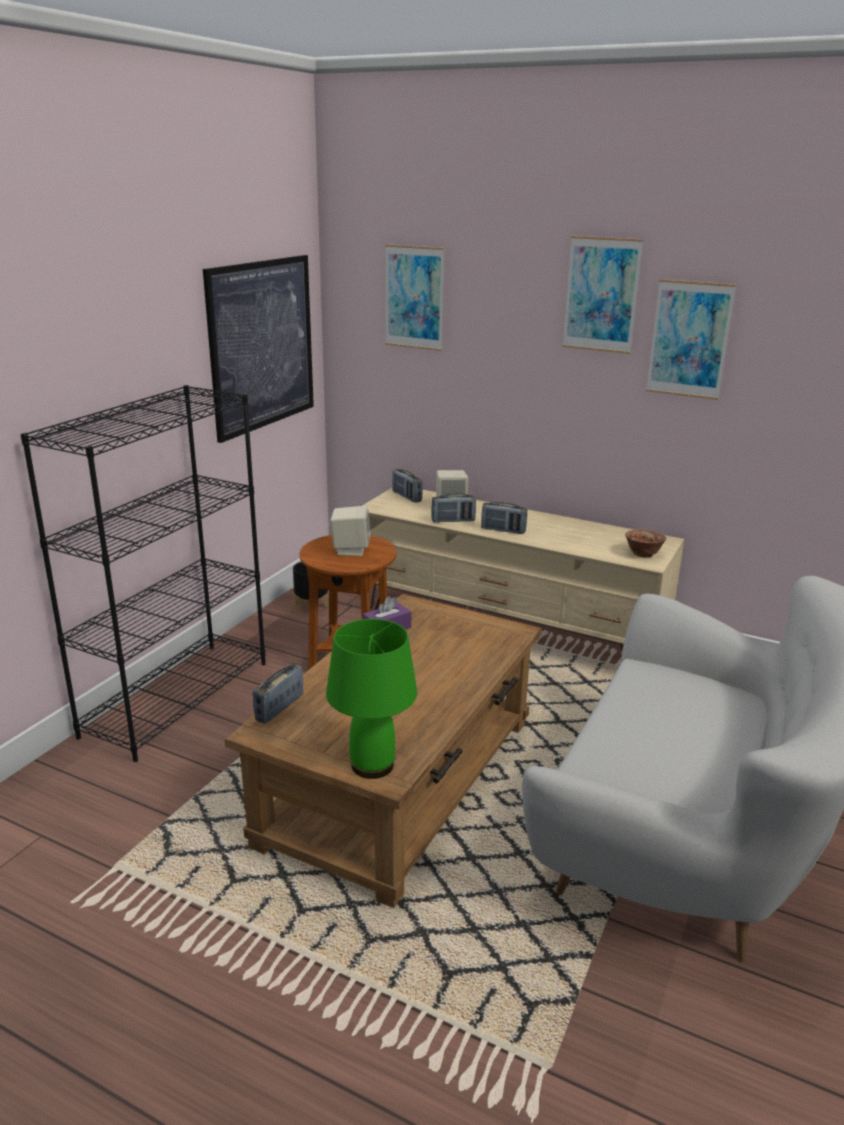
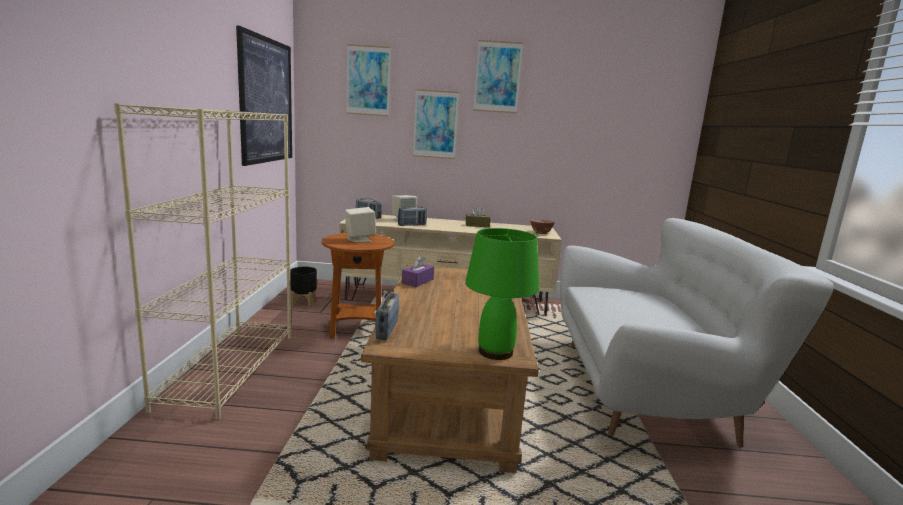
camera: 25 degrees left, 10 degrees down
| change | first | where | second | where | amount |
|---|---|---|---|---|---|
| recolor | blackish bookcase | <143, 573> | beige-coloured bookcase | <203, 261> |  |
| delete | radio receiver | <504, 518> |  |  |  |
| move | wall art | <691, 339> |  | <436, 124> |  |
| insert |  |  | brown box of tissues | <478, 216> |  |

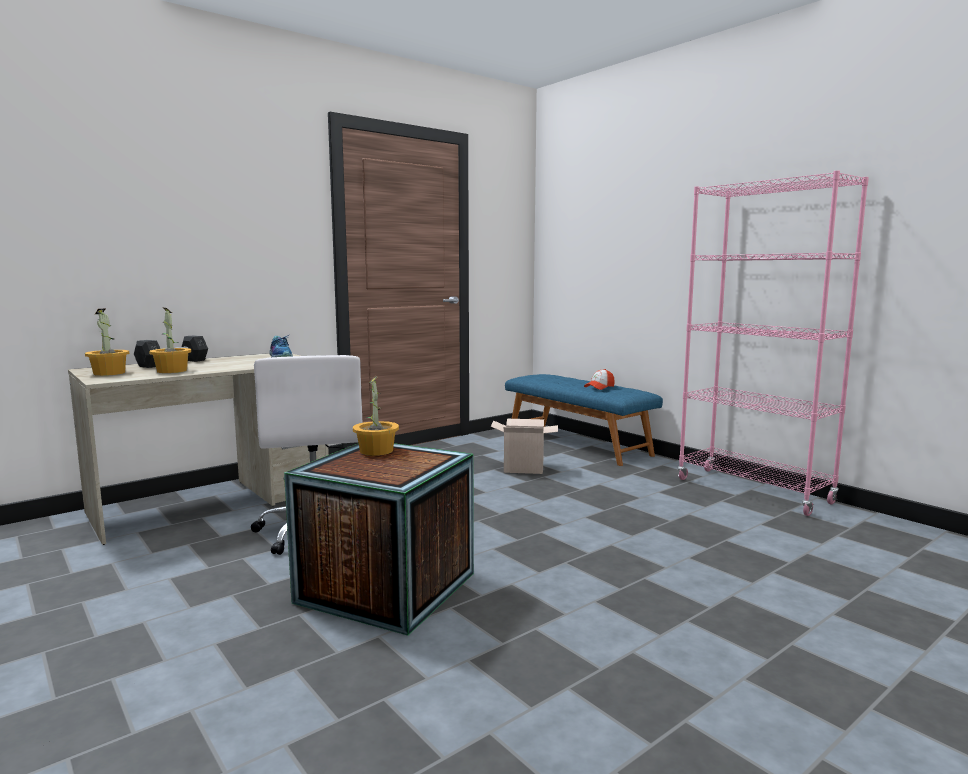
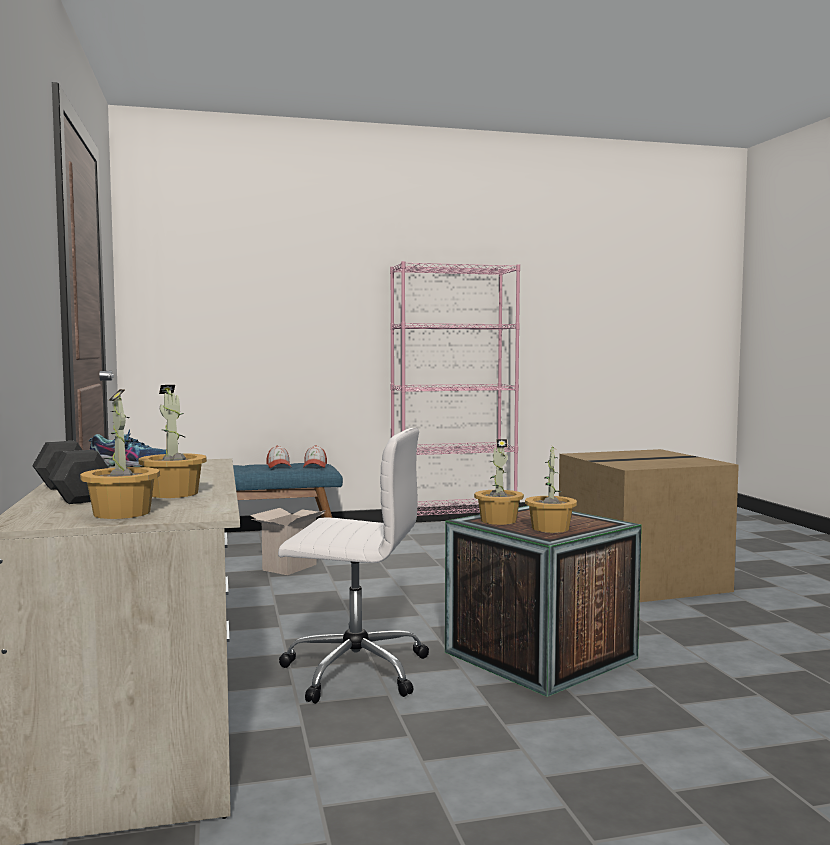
camera: 65 degrees left, 5 degrees down
| change | first | where | second | where | amount |
|---|---|---|---|---|---|
| insert |  |  | cap | <315, 456> |  |
| insert |  |  | potted plant | <551, 490> |  |
| insert |  |  | packing box | <649, 525> |  |

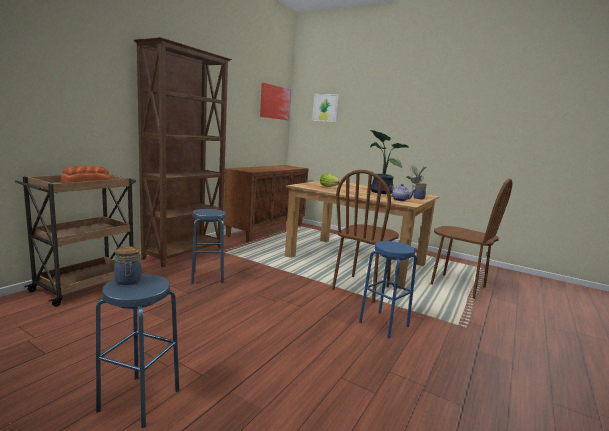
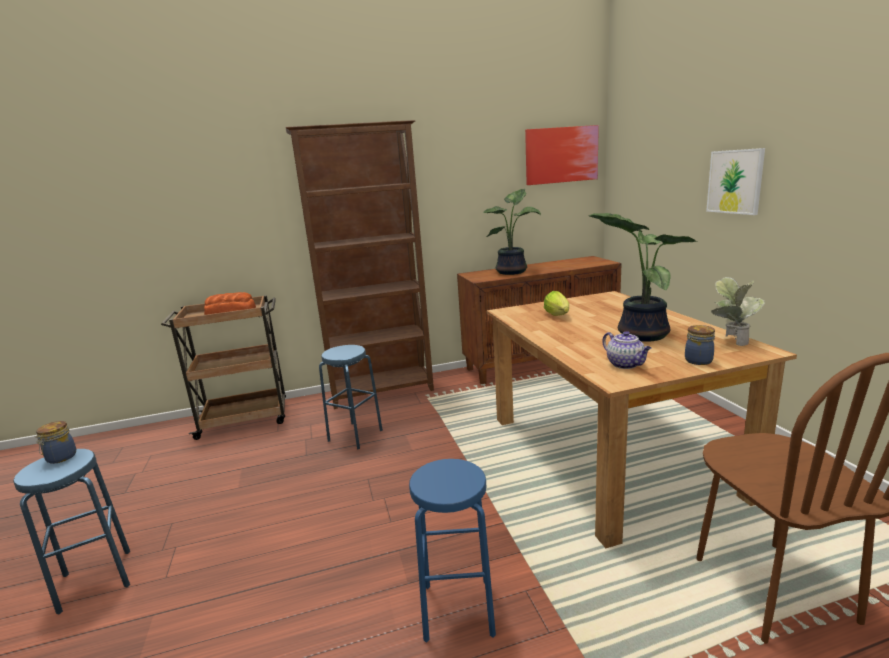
camera: 45 degrees right, 5 degrees up
| change | first | where | second | where | amount |
|---|---|---|---|---|---|
| move | wall art | <325, 108> |  | <735, 181> |  |
| delete | brown chair | <365, 236> |  |  |  |
| insert |  |  | potted plant | <512, 232> |  |

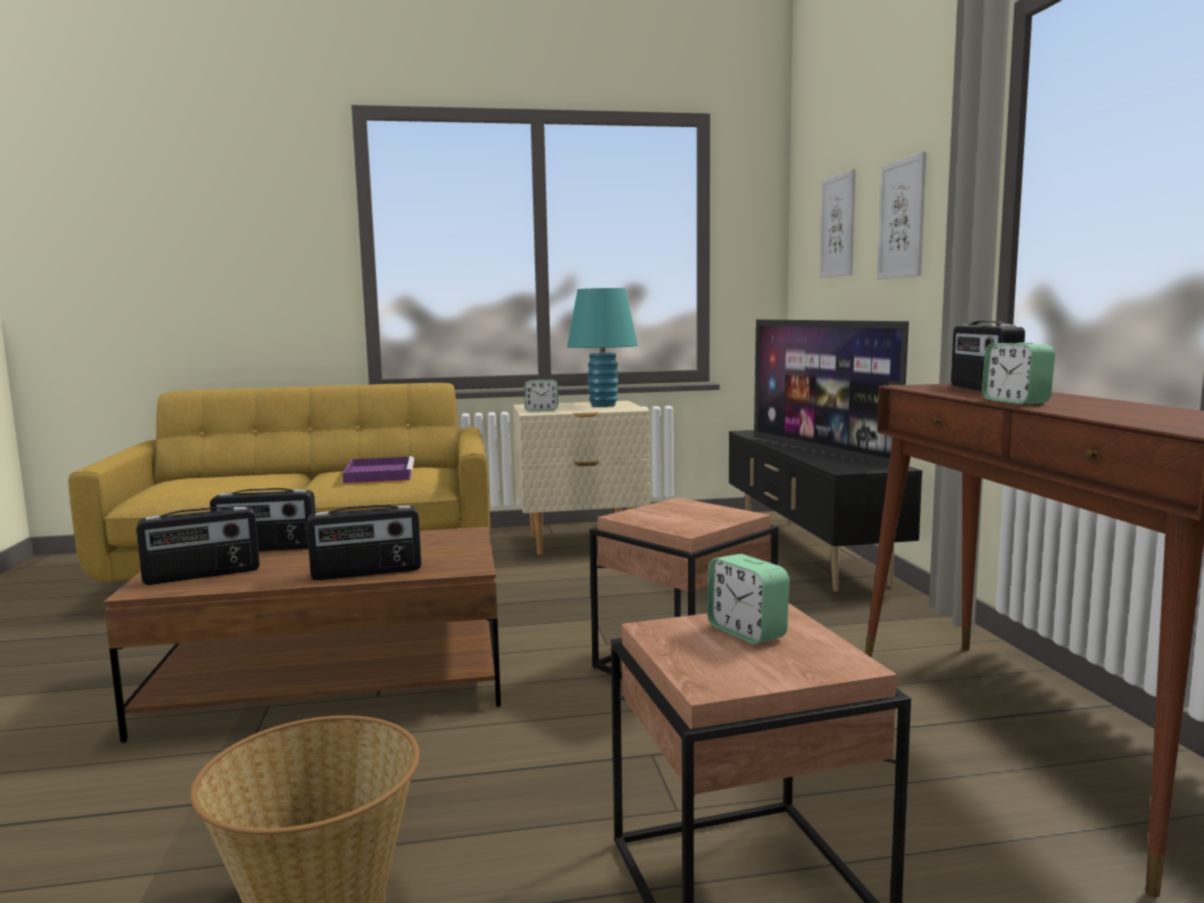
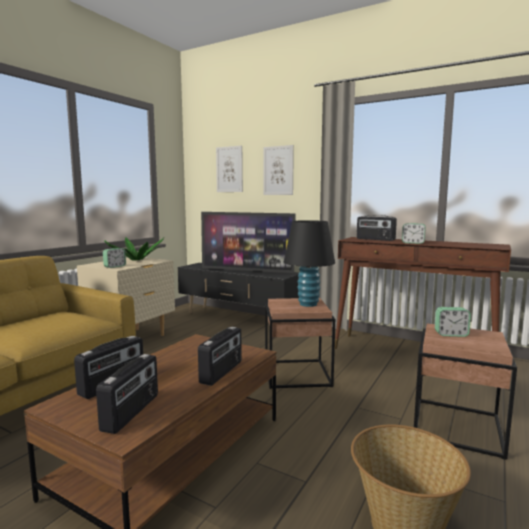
camera: 50 degrees left, 0 degrees up
| change | first | where | second | where | amount |
|---|---|---|---|---|---|
| delete | purplish carrying tray | <378, 470> |  |  |  |
| replace | blue-green table lamp | <602, 347> | potted plant | <134, 249> |  |
| insert |  |  | blackish table lamp | <309, 263> |  |

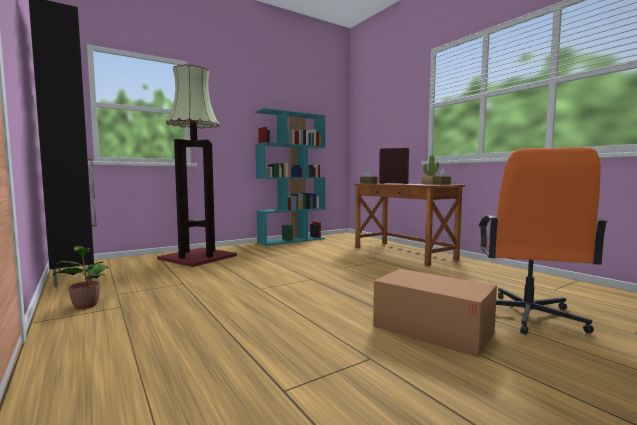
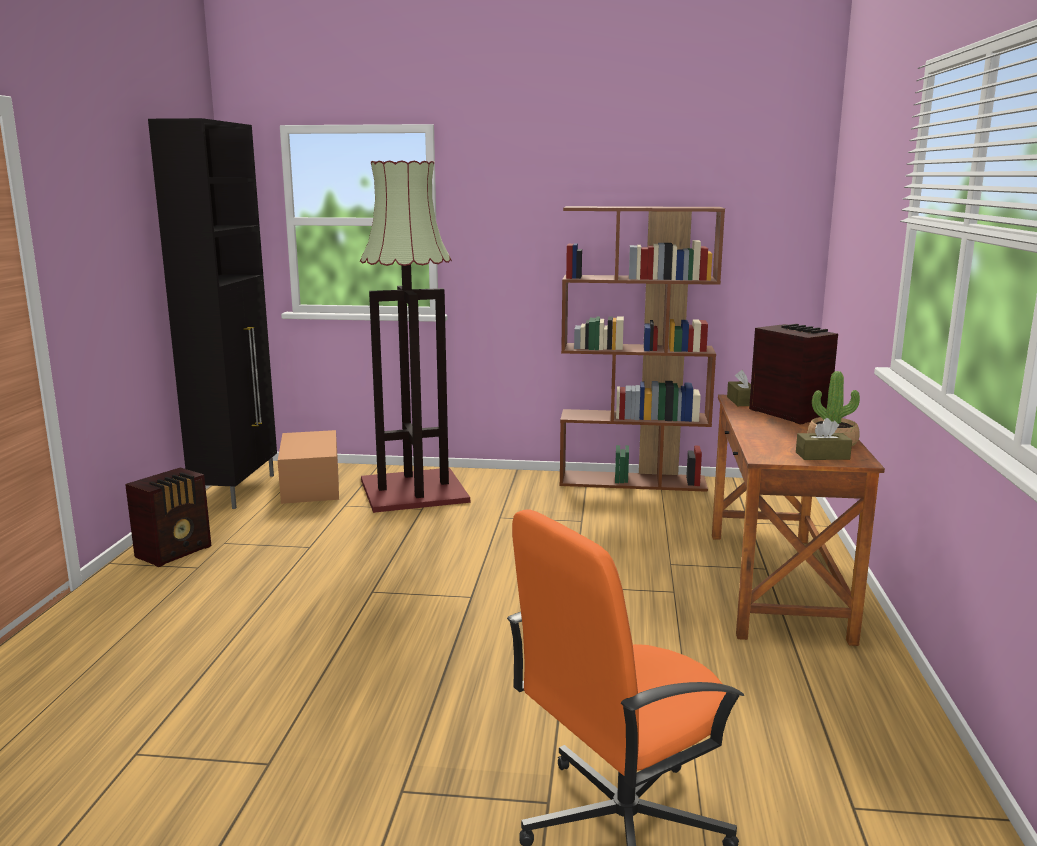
camera: 40 degrees right, 10 degrees up
| change | first | where | second | where | amount |
|---|---|---|---|---|---|
| replace | potted plant | <80, 277> | radio receiver | <168, 517> |  |
| recolor | blue-green bookcase | <290, 177> | brown bookcase | <642, 349> |  |
| move | packing box | <435, 313> |  | <308, 467> |  |

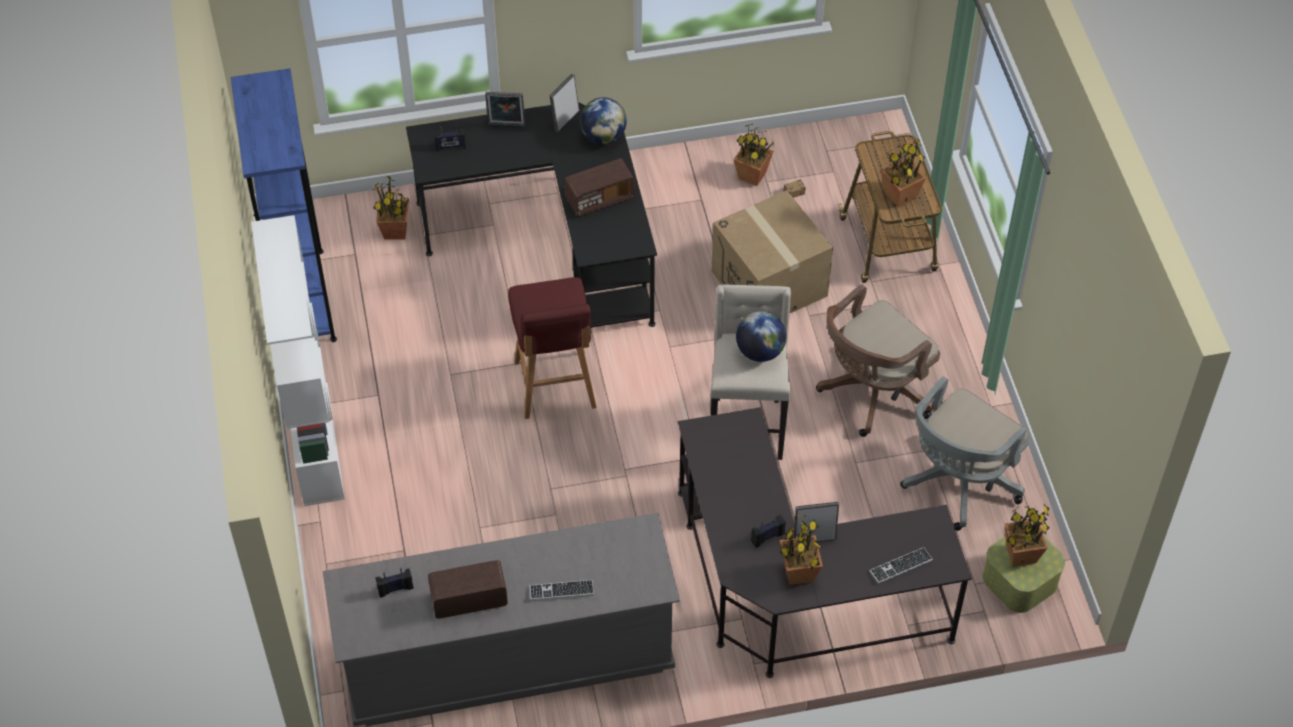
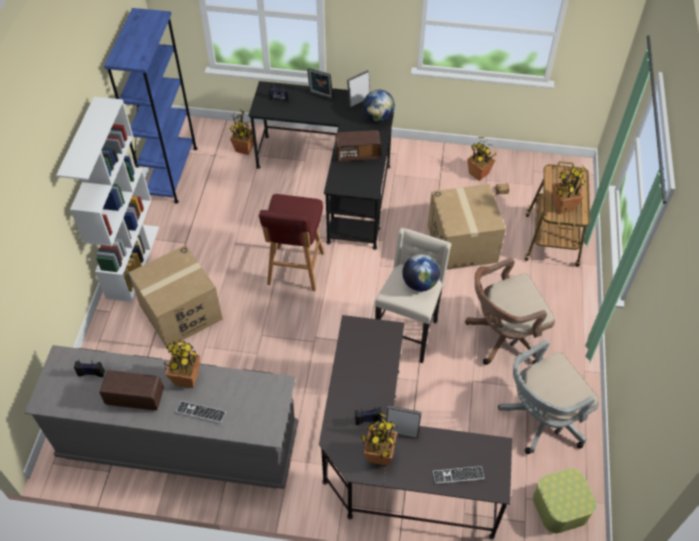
camera: 20 degrees right, 0 degrees up
| change | first | where | second | where | amount |
|---|---|---|---|---|---|
| move | potted plant | <1027, 535> |  | <182, 364> |  |
| insert |  |  | packing box | <175, 296> |  |

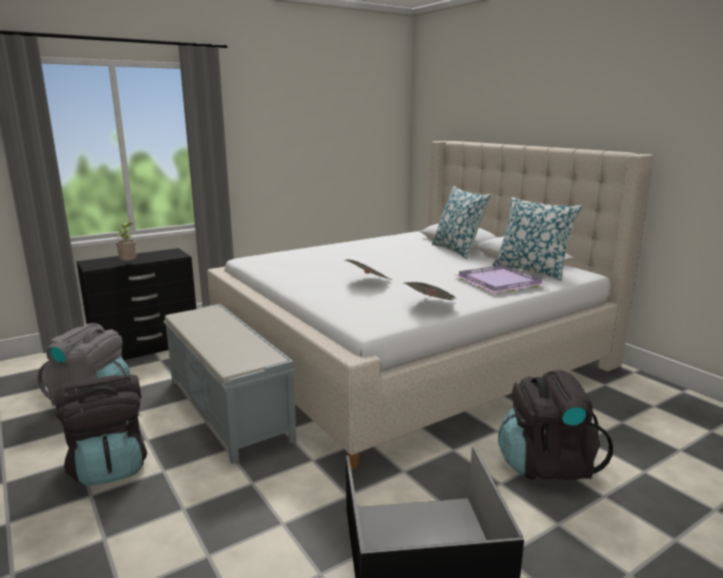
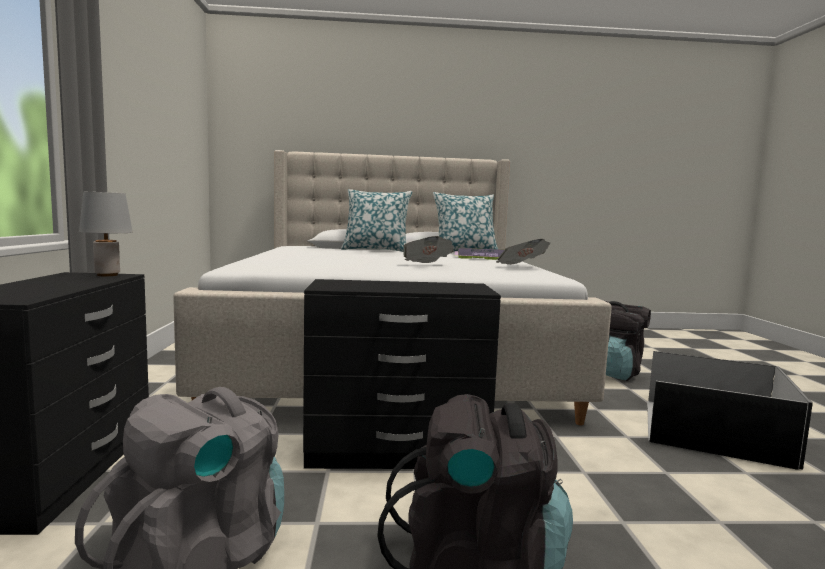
camera: 60 degrees left, 10 degrees down
| change | first | where | second | where | amount |
|---|---|---|---|---|---|
| delete | potted plant | <125, 241> |  |  |  |
| replace | gray long seat | <230, 384> | blackish dresser | <402, 374> |  |
| insert |  |  | gray table lamp | <106, 234> |  |

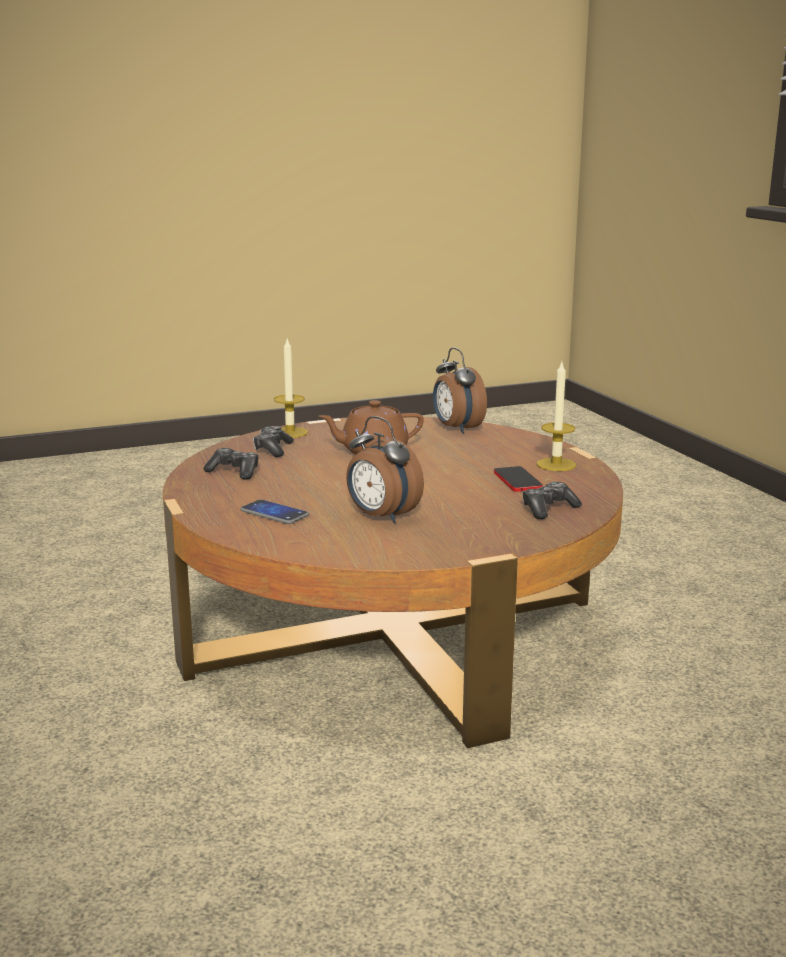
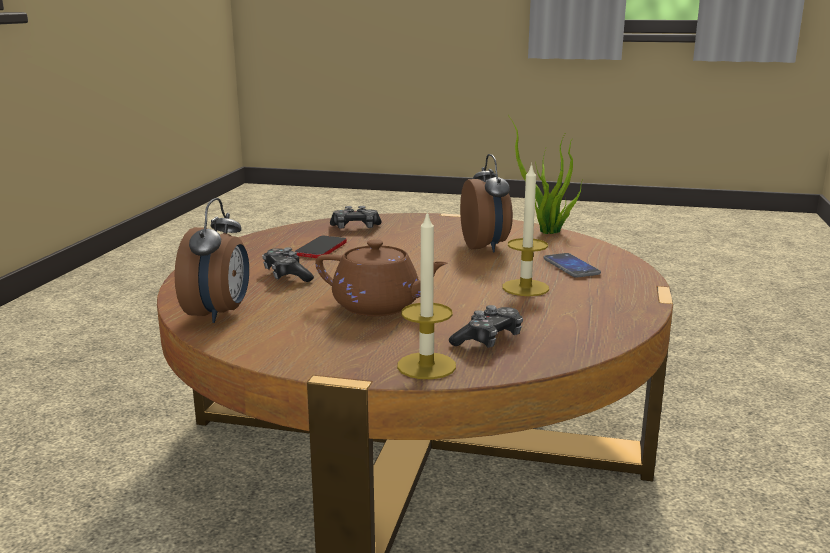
camera: 145 degrees left, 0 degrees up
| change | first | where | second | where | amount |
|---|---|---|---|---|---|
| move | joypad | <231, 464> |  | <288, 264> |  |
| move | candle | <556, 416> |  | <526, 229> |  |
| insert |  |  | potted plant | <545, 174> |  |

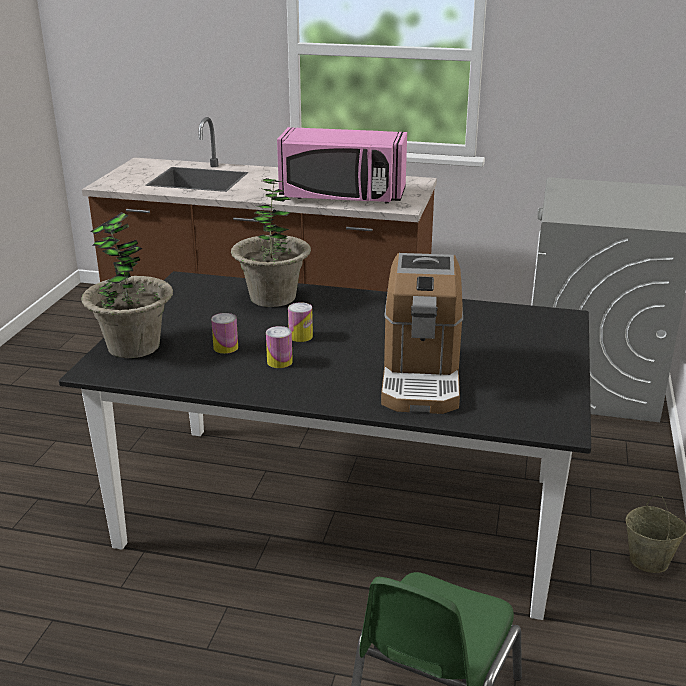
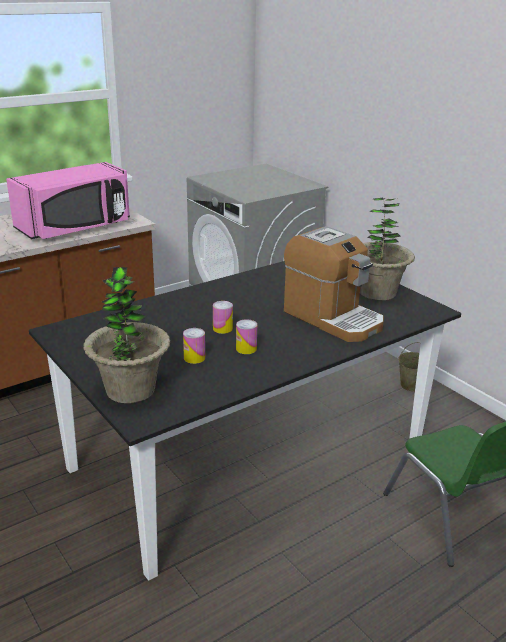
camera: 50 degrees left, 0 degrees up
| change | first | where | second | where | amount |
|---|---|---|---|---|---|
| move | potted plant | <271, 242> |  | <387, 249> |  |

